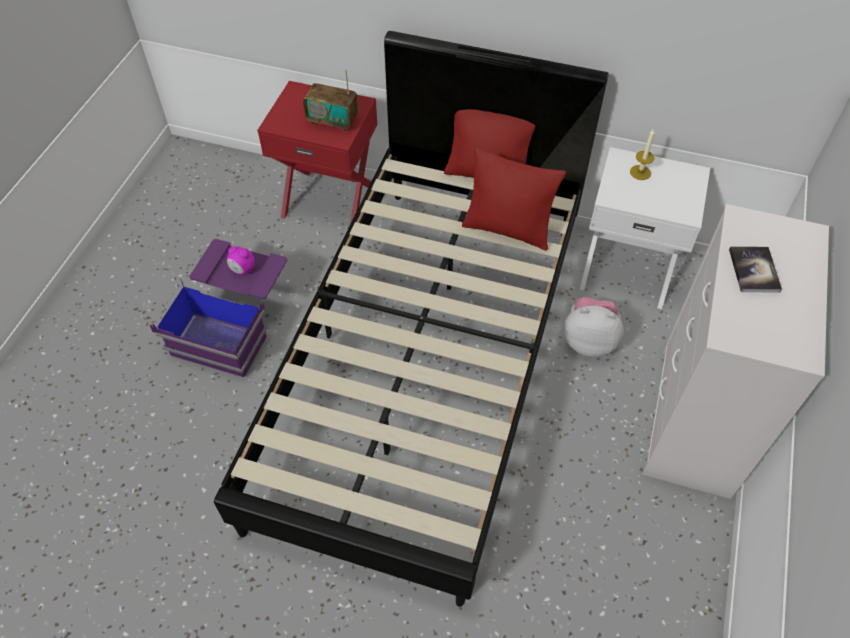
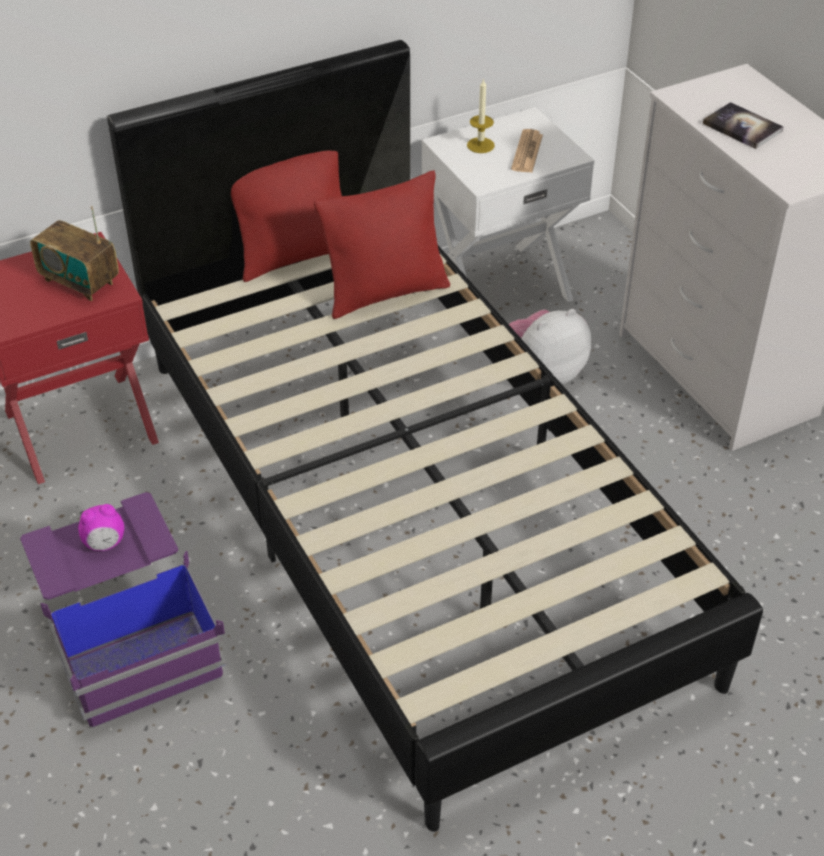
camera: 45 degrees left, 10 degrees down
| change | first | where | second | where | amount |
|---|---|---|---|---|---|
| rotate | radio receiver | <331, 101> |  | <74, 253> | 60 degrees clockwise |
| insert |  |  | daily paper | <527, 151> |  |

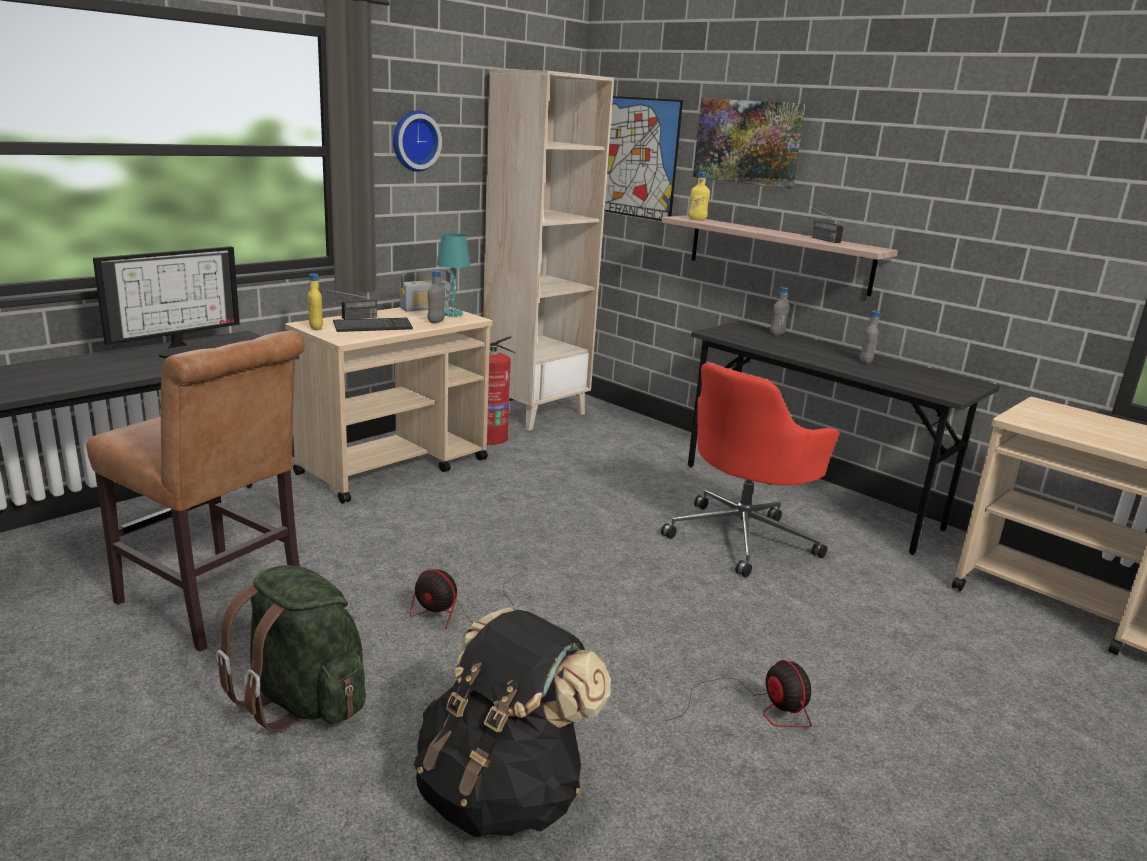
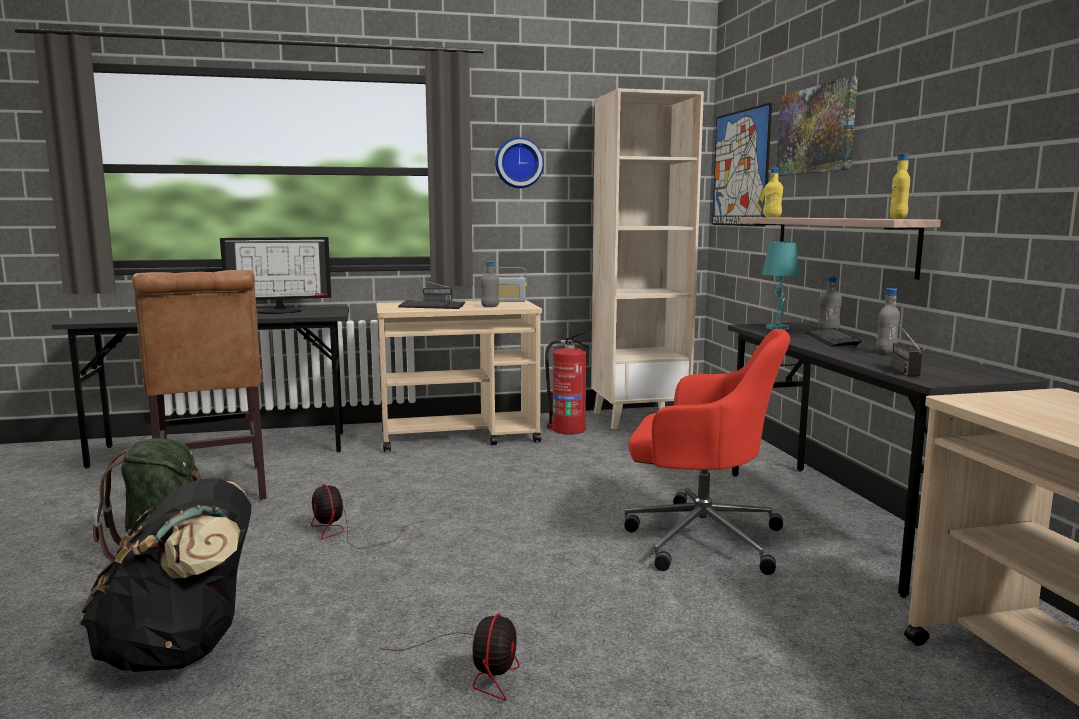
camera: 35 degrees right, 10 degrees down
| change | first | where | second | where | amount |
|---|---|---|---|---|---|
| move | yellow drink bottle | <315, 302> |  | <900, 186> |  |
| move | blue-green table lamp | <453, 275> |  | <781, 286> |  |
| rotate | reddish desk chair | <750, 469> |  | <707, 452> | 150 degrees counterclockwise |
| move | radio receiver | <828, 225> |  | <906, 348> |  |
| insert |  |  | keyboard | <833, 337> |  |

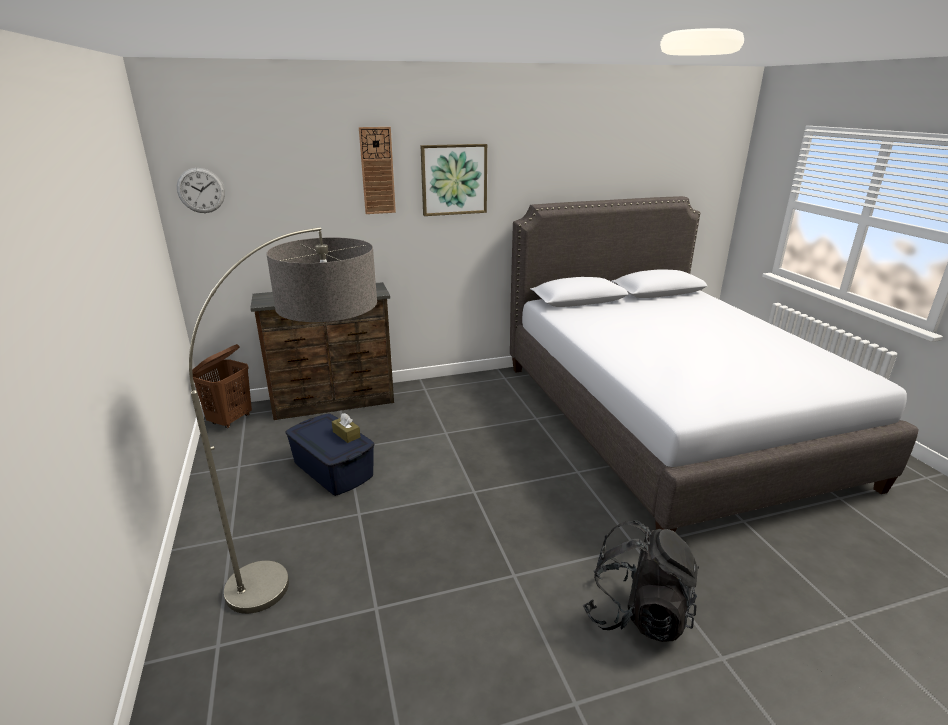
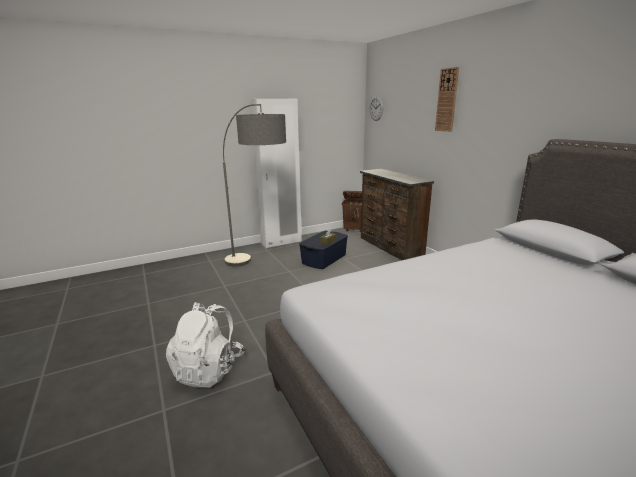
camera: 80 degrees right, 5 degrees down
| change | first | where | second | where | amount |
|---|---|---|---|---|---|
| delete | wall art | <453, 180> |  |  |  |
| recolor | blackish backpack | <641, 581> | whitish backpack | <205, 345> |  |
| insert |  |  | whitish wardrobe | <276, 173> |  |

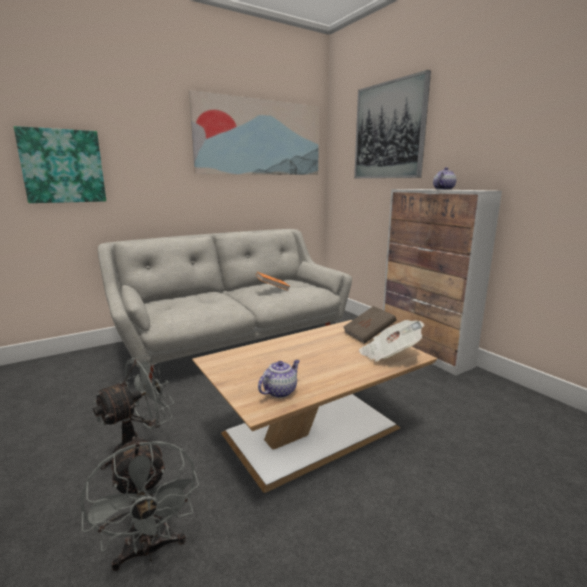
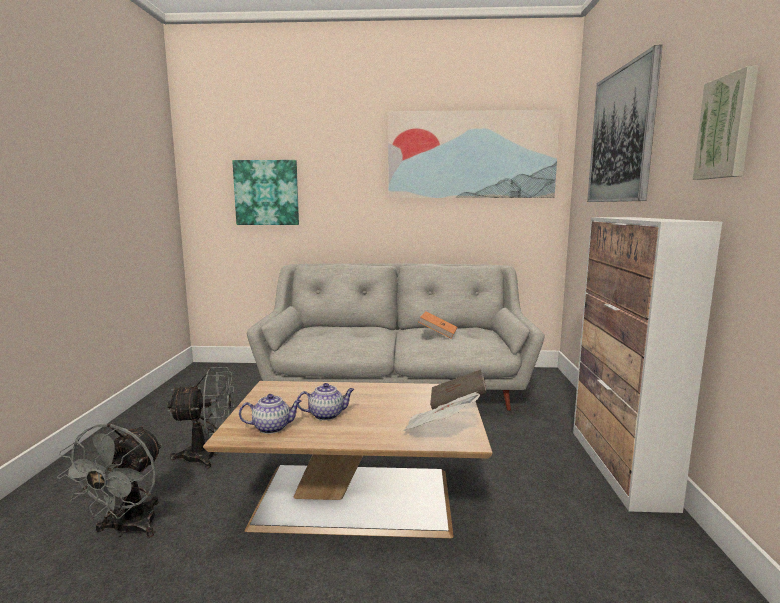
camera: 35 degrees right, 5 degrees down
| change | first | where | second | where | amount |
|---|---|---|---|---|---|
| move | pot for tea | <444, 178> |  | <325, 401> |  |
| insert |  |  | wall art | <726, 123> |  |

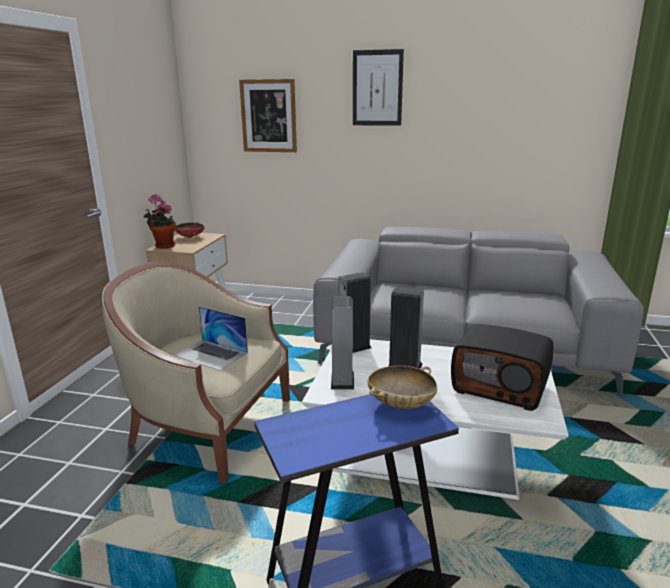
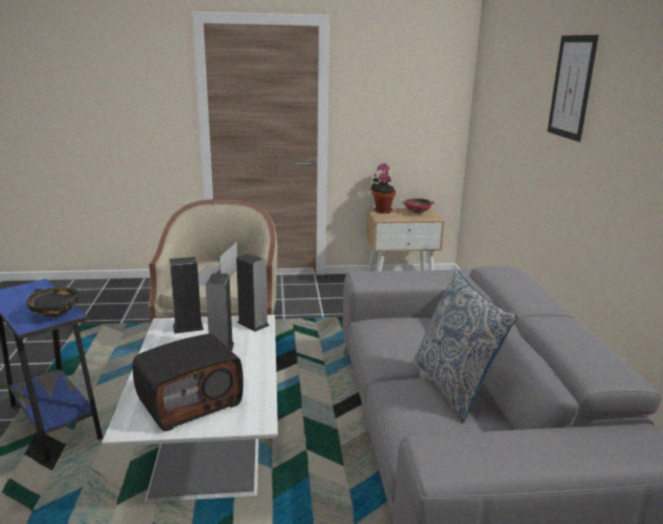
camera: 70 degrees right, 0 degrees up
| change | first | where | second | where | amount |
|---|---|---|---|---|---|
| delete | wall art | <268, 115> |  |  |  |
| recolor | beige-coloured serving bowl | <402, 387> | blackish serving bowl | <52, 302> |  |
| rotate | radio receiver | <502, 367> |  | <187, 382> | 135 degrees counterclockwise |
| insert |  |  | pillow | <465, 346> |  |

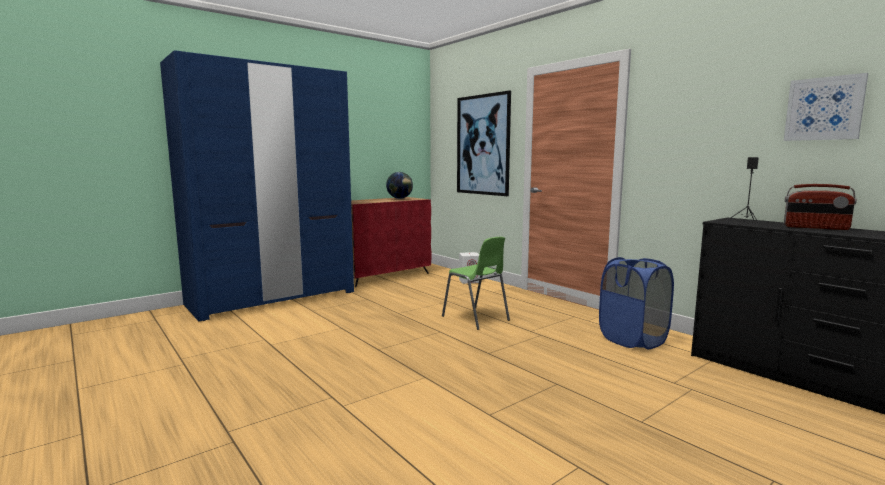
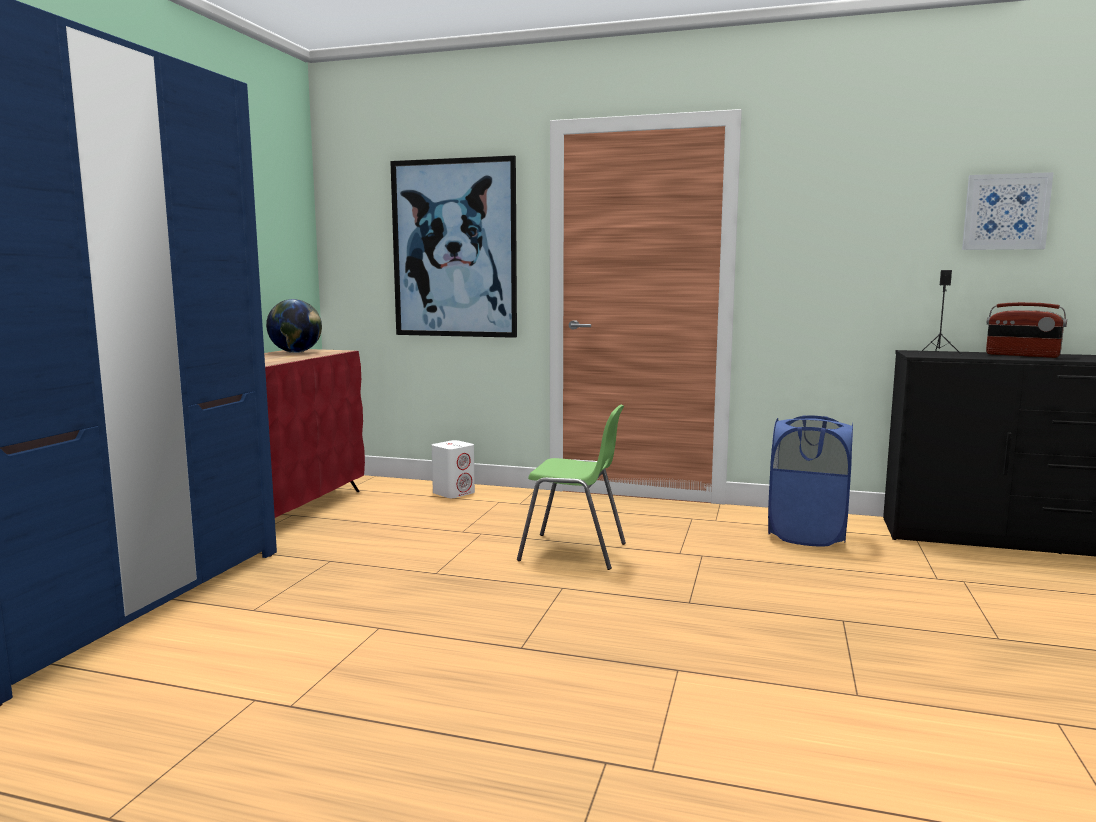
camera: 35 degrees left, 0 degrees up
| change | first | where | second | where | amount |
|---|---|---|---|---|---|
| rotate | radio receiver | <820, 207> |  | <1026, 330> | 45 degrees clockwise |

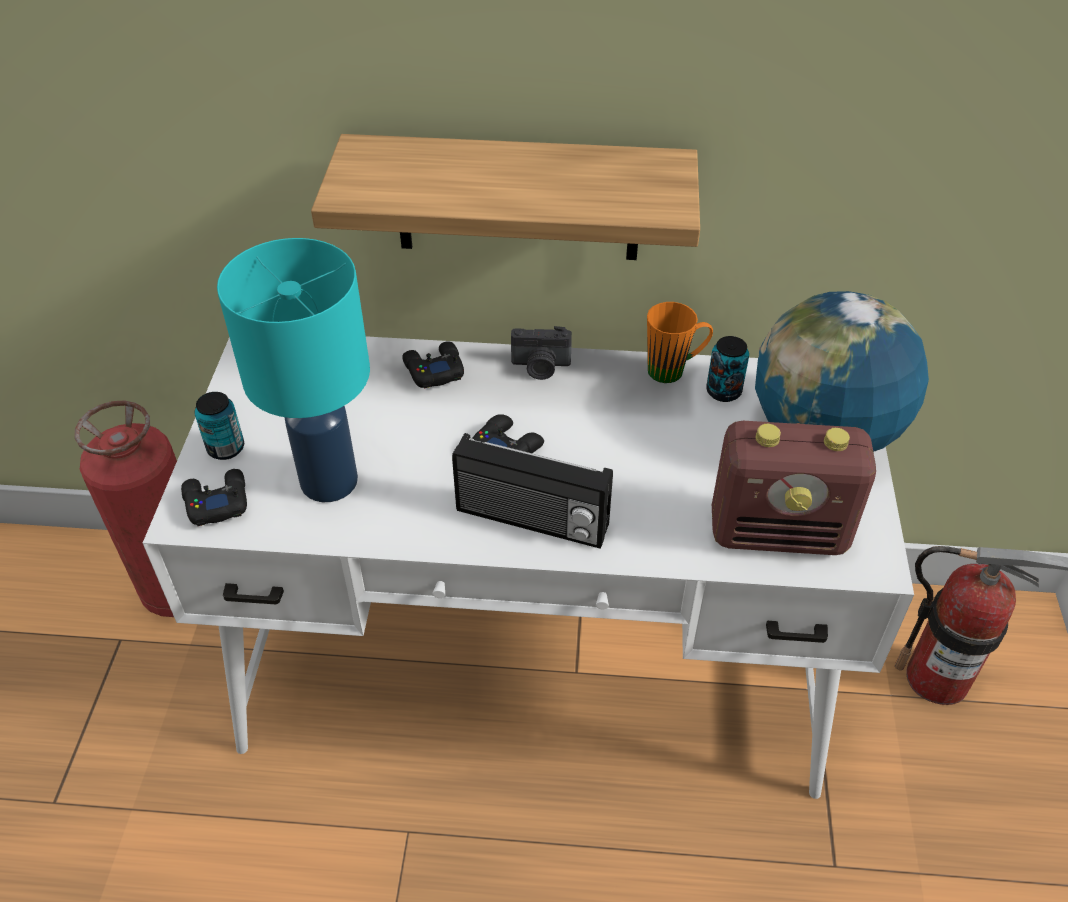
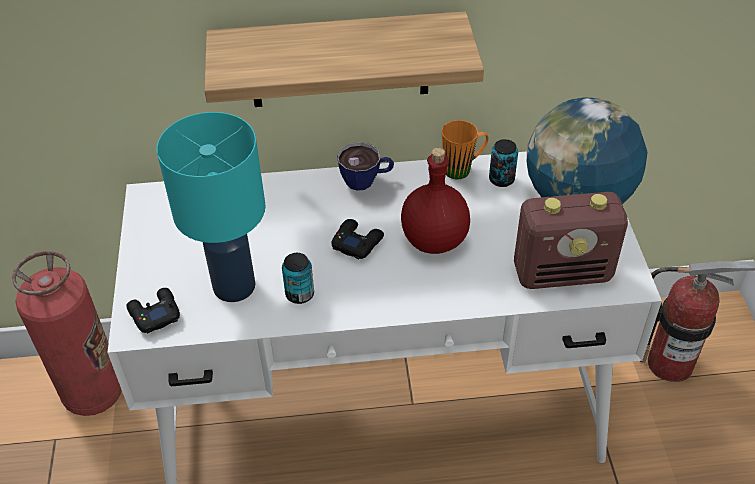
camera: 10 degrees left, 0 degrees up
| change | first | where | second | where | amount |
|---|---|---|---|---|---|
| move | sealed can | <219, 426> |  | <298, 278> |  |
| delete | blackish joypad | <433, 365> |  |  |  |
| delete | radio receiver | <532, 491> |  |  |  |
| replace | still camera | <541, 353> | cup | <365, 166> |  |
| insert |  |  | reddish drink bottle | <435, 201> |  |

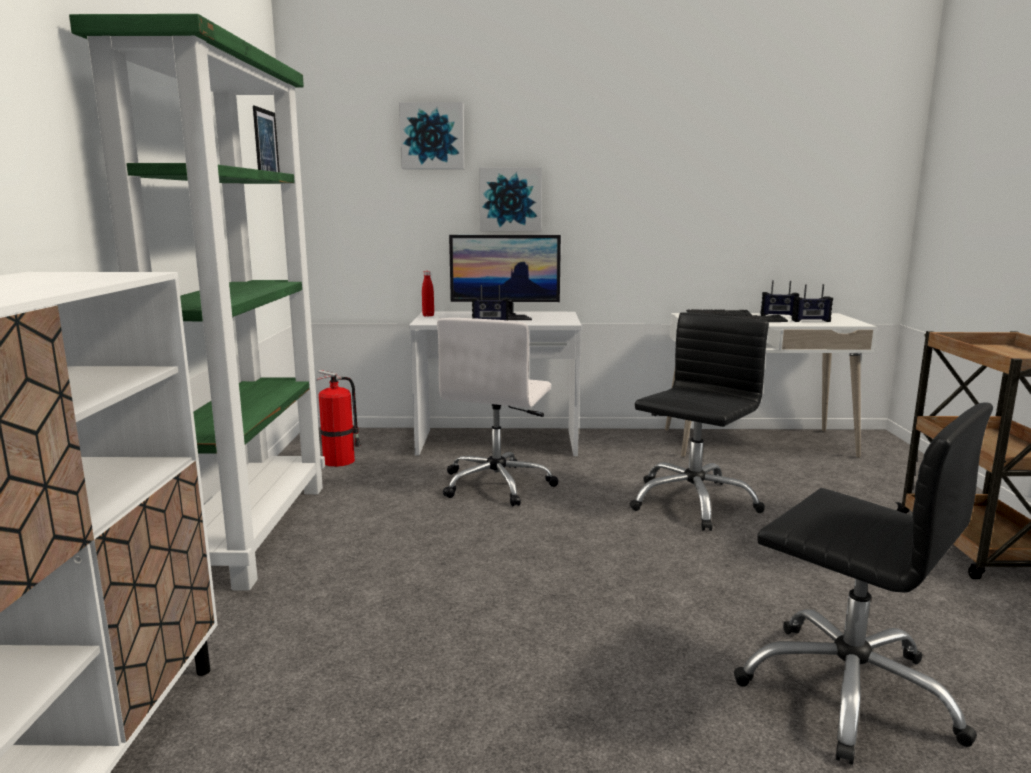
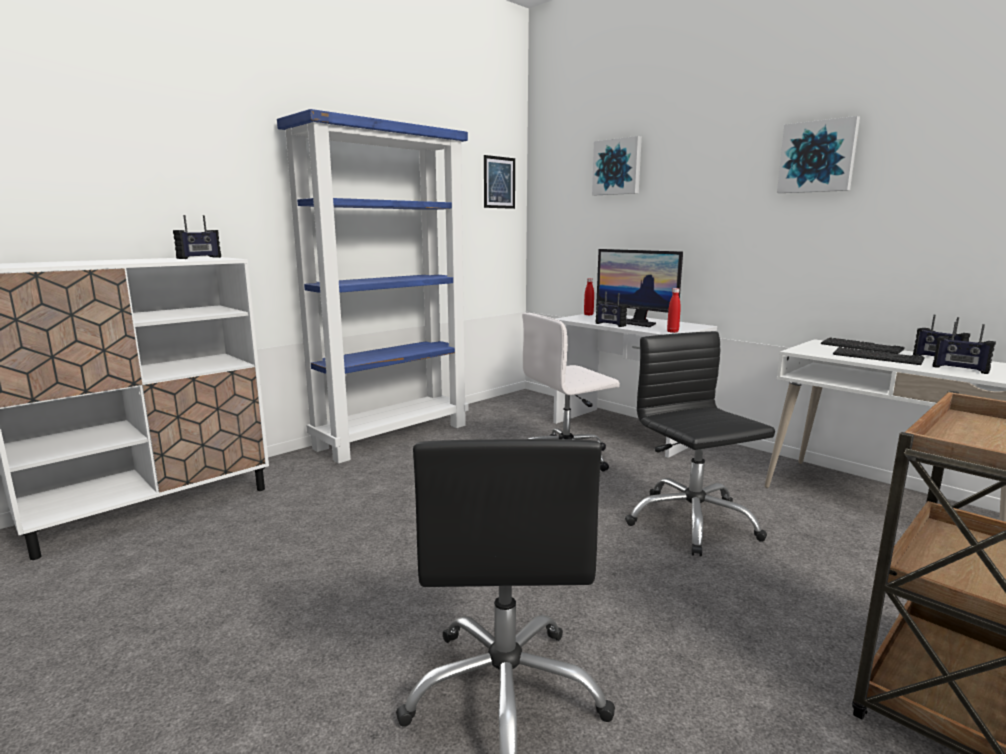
camera: 45 degrees right, 0 degrees up
| change | first | where | second | where | amount |
|---|---|---|---|---|---|
| recolor | green bookcase | <197, 302> | blue-coloured bookcase | <373, 286> |  |
| delete | fire extinguisher | <338, 418> |  |  |  |
| move | wall art | <510, 199> |  | <818, 154> |  |
| rotate | blackish desk chair | <699, 421> |  | <700, 444> | 105 degrees counterclockwise |
| insert |  |  | radio receiver | <197, 237> |  |
| insert |  |  | reddish drink bottle | <674, 310> |  |

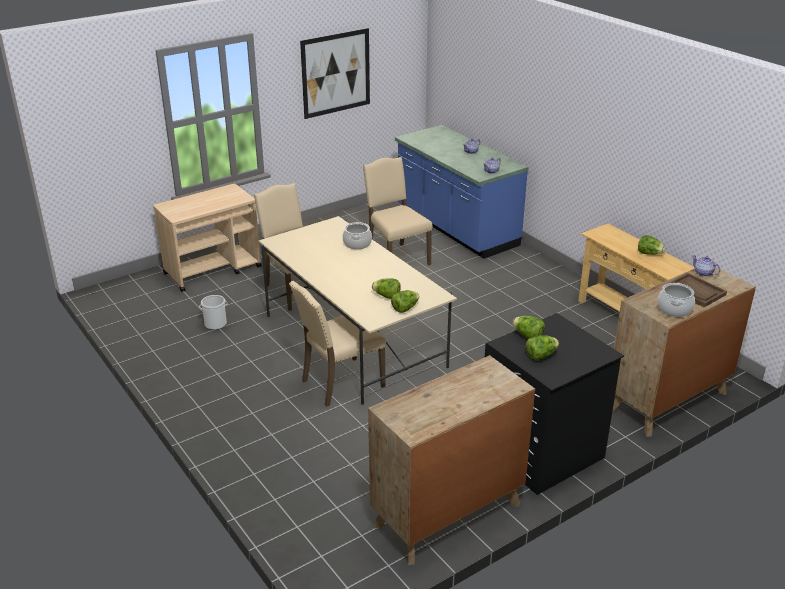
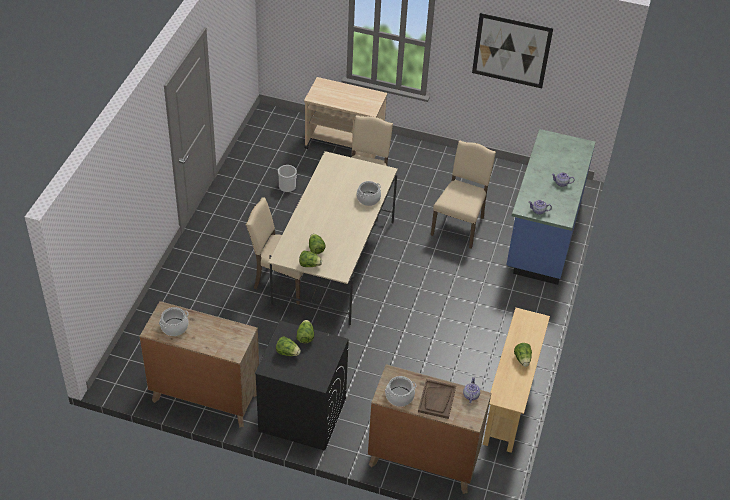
camera: 50 degrees right, 15 degrees up
| change | first | where | second | where | amount |
|---|---|---|---|---|---|
| insert |  |  | saucepot | <173, 321> |  |

